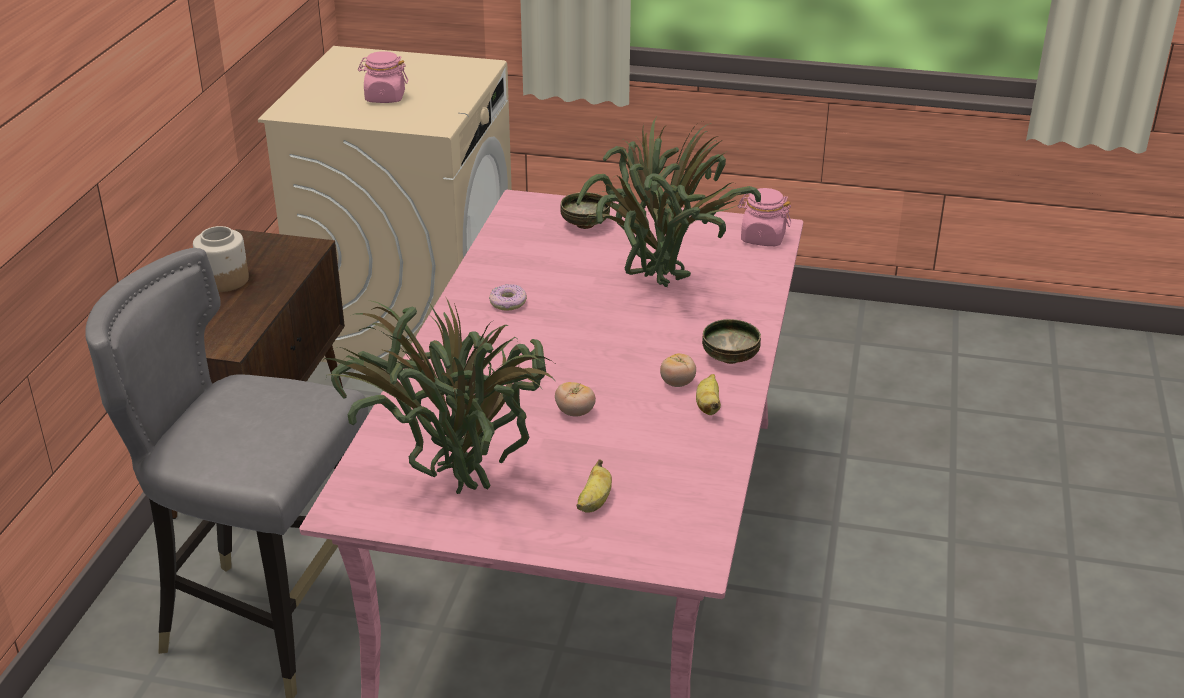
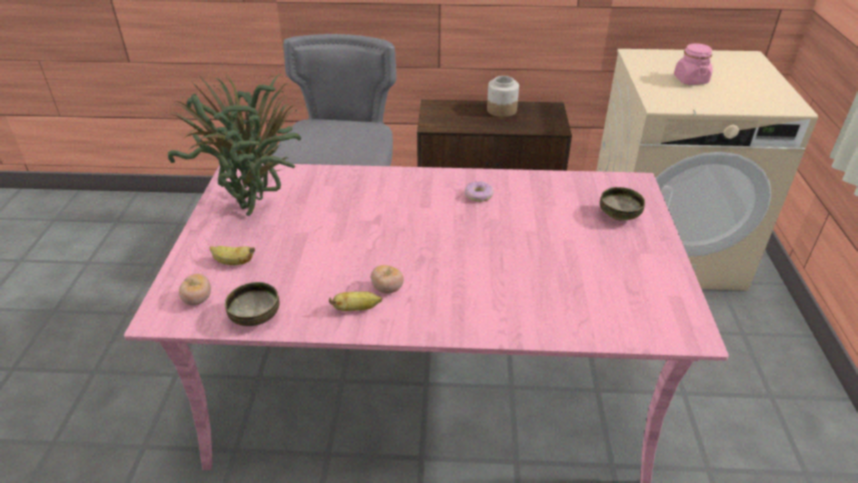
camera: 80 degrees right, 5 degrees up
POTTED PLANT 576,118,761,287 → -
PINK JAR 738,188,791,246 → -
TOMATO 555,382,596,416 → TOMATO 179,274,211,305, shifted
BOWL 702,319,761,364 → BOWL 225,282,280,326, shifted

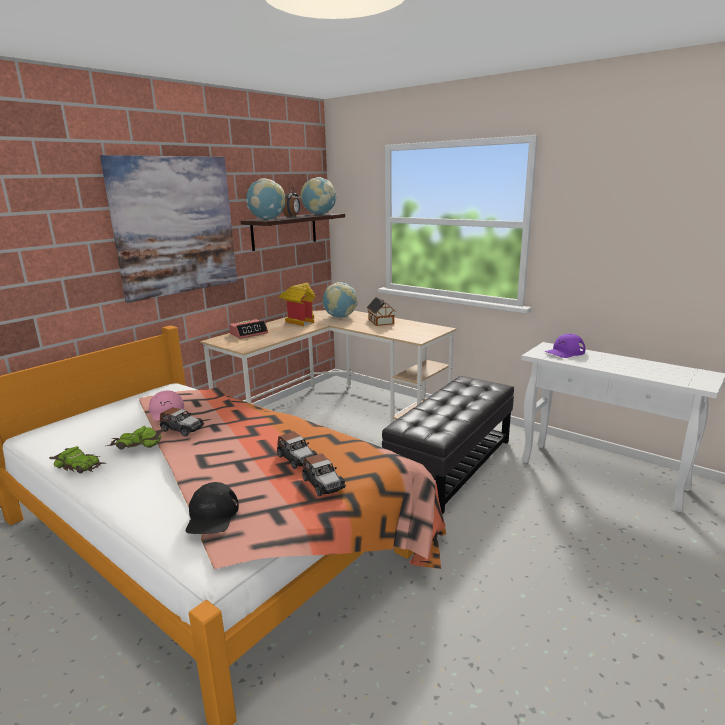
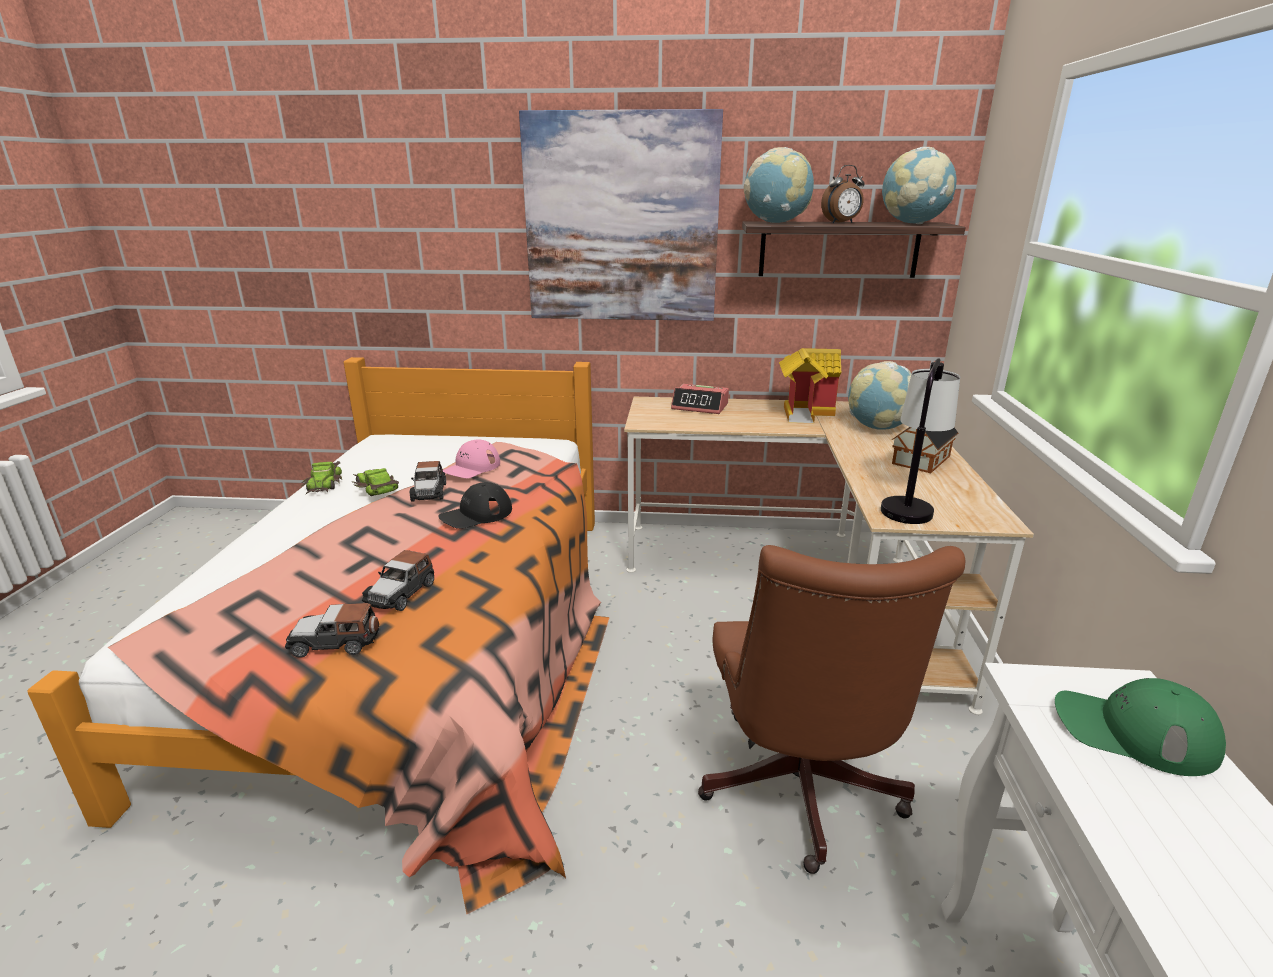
camera: 55 degrees right, 5 degrees up
- → TABLE LAMP 881,358,960,524
BLACK CAP 186,482,239,534 → BLACK CAP 438,482,512,529, shifted
BLACK OTTOMAN 382,376,514,514 → BROWN OFFICE CHAIR 698,545,965,874
PURPLE CAP 544,334,585,358 → GREEN CAP 1055,678,1226,776
TOY CAR 302,453,346,496 → TOY CAR 285,603,380,658, 60 degrees clockwise

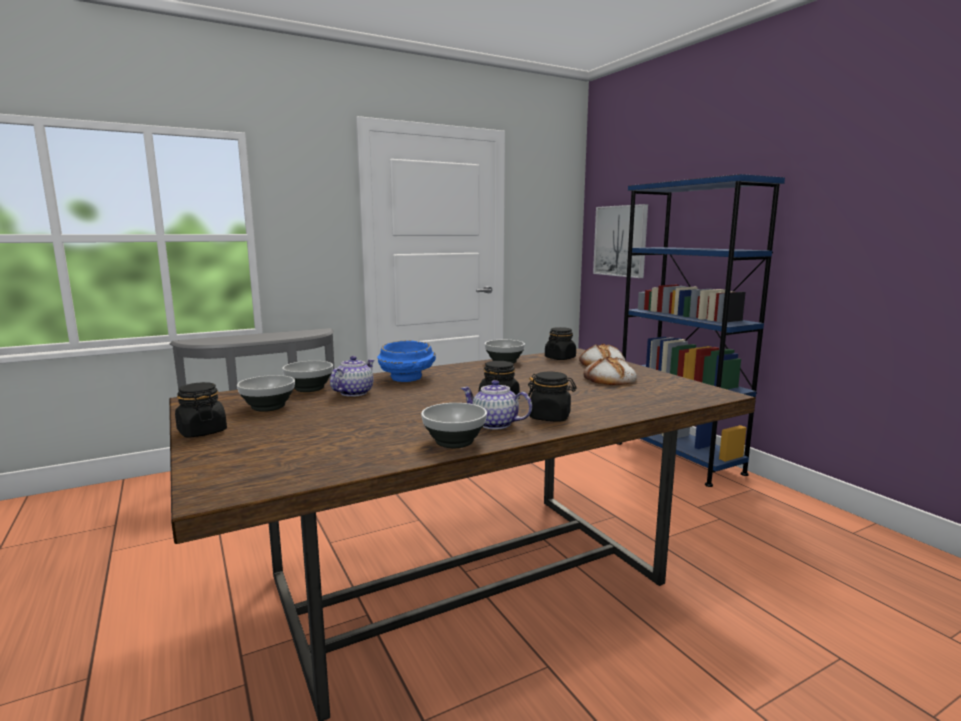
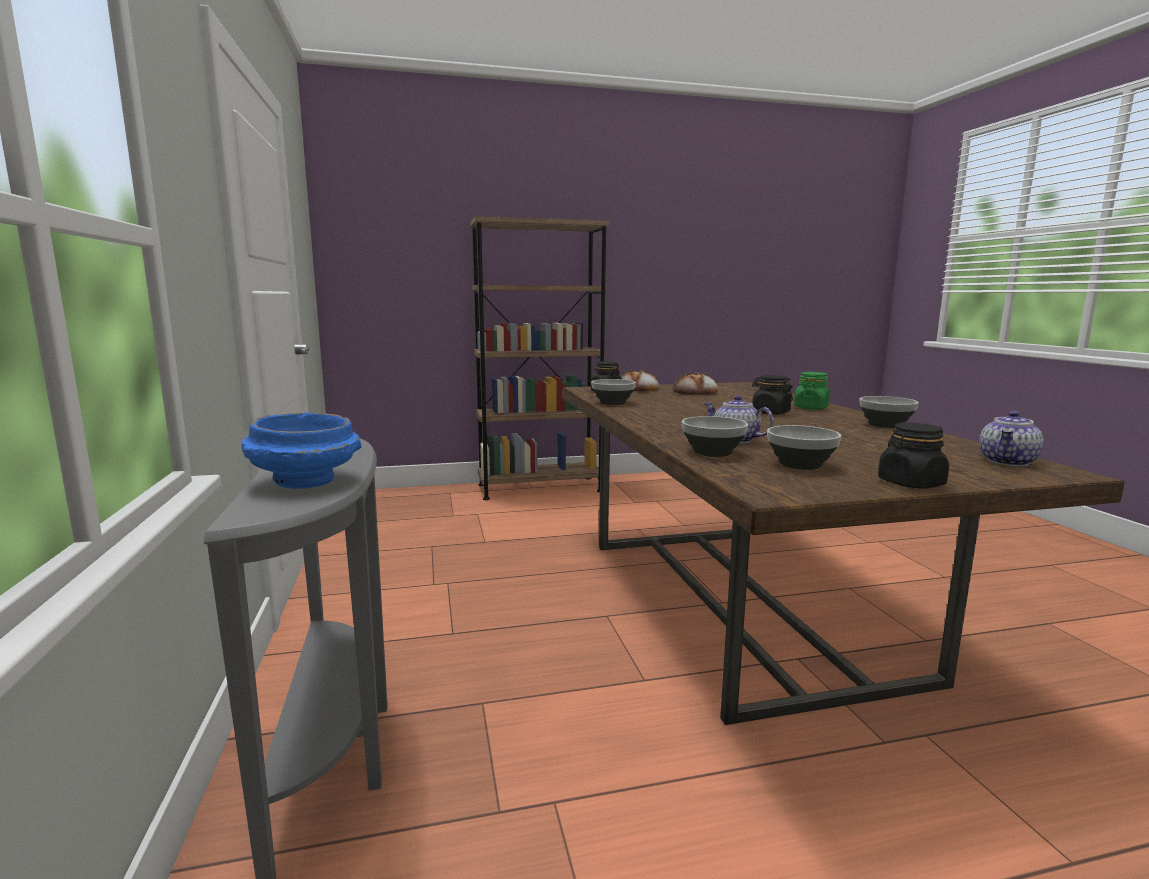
camera: 75 degrees left, 0 degrees up
PICTURE 593,204,648,278 → -
BLUE BOWL 377,340,436,382 → BLUE BOWL 242,413,362,489, shifted
TEAPOT 461,380,532,429 → TEAPOT 979,411,1044,466, shifted
BLACK JAR 526,372,577,421 → GREEN JAR 794,372,830,410
BLUE BOOKCASE 618,174,785,487 → BROWN BOOKCASE 470,216,609,500

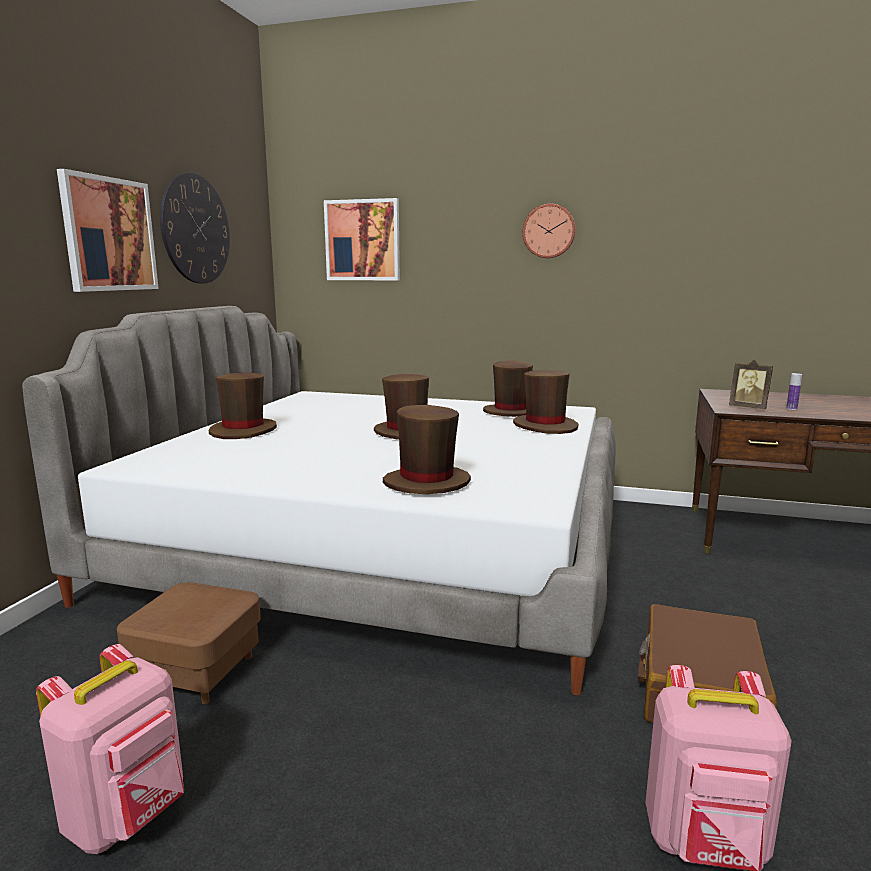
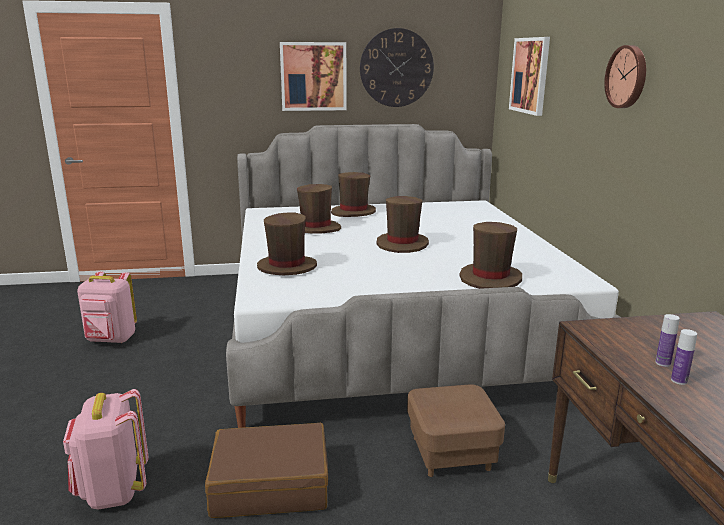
camera: 65 degrees right, 5 degrees up
PICTURE FRAME 729,360,773,409 → -
- → BOTTLE 671,329,697,385
BROWN OTTOMAN 117,582,261,704 → BROWN OTTOMAN 407,384,505,477, shifted
BROWN HAT 483,360,533,417 → BROWN HAT 297,184,341,234, shifted

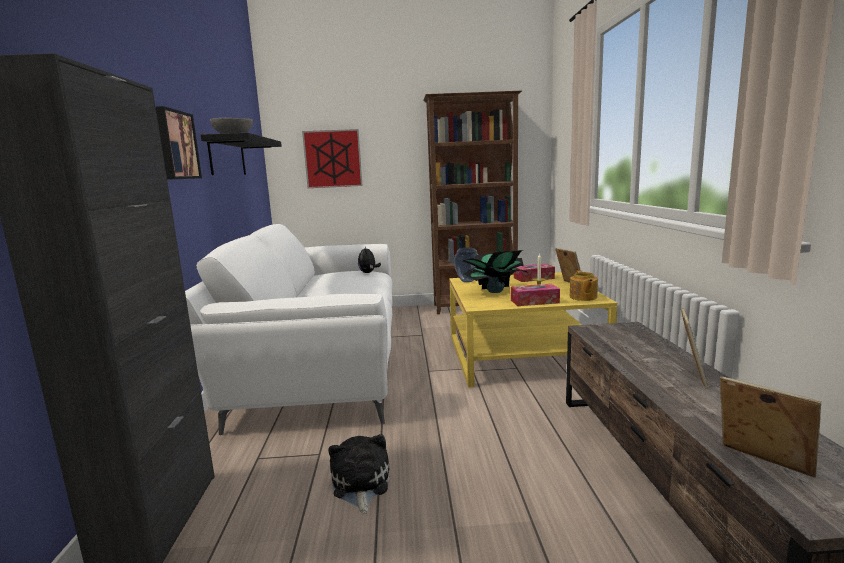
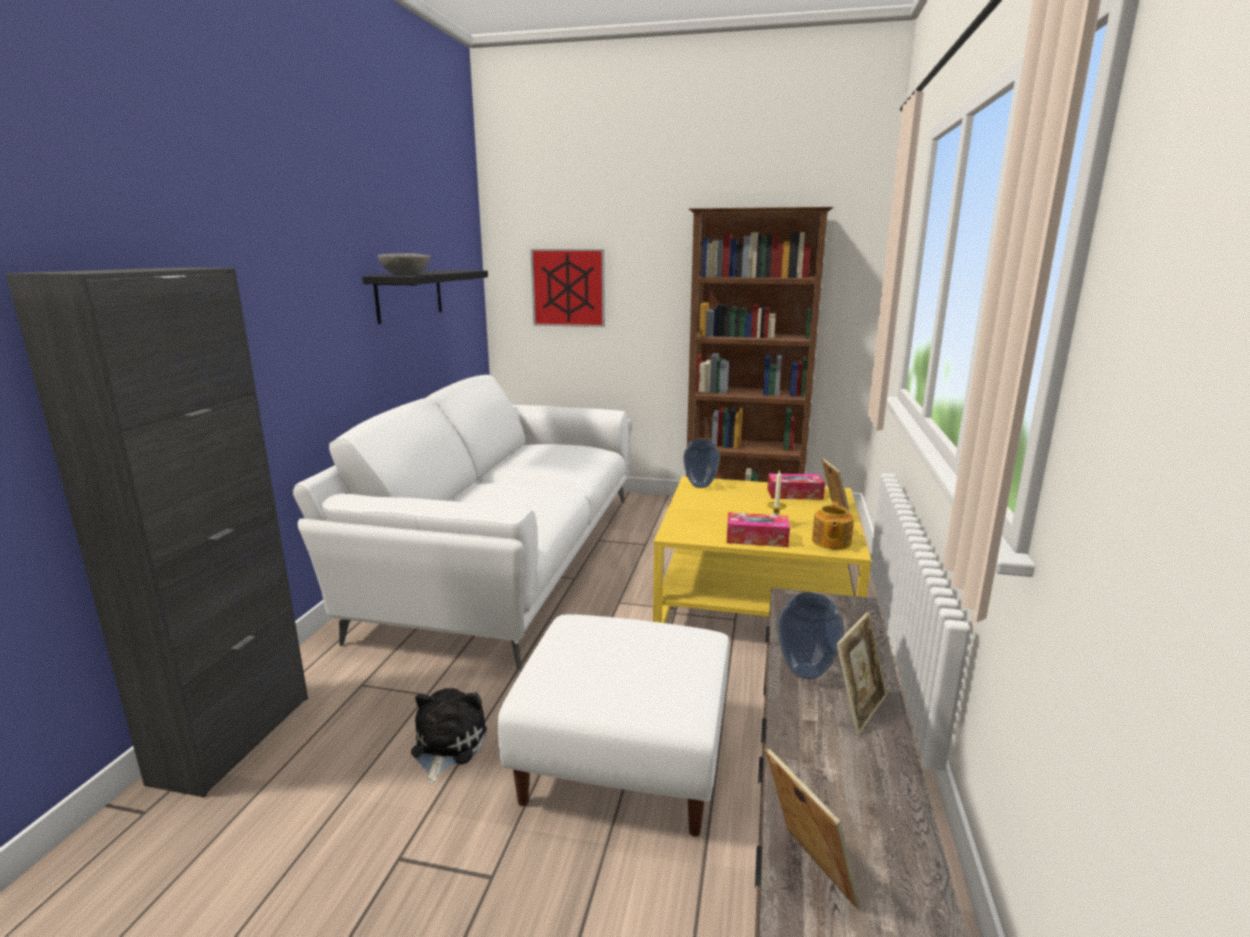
camera: 15 degrees right, 5 degrees up
PICTURE 155,106,202,180 → -
PLUSH TOY 358,246,381,273 → -
POTTED PLANT 463,250,528,293 → -
- → WHITE OTTOMAN 498,614,729,837
- → VASE 777,593,844,679

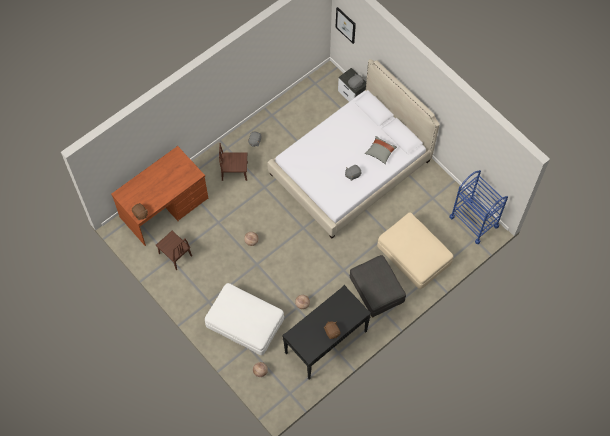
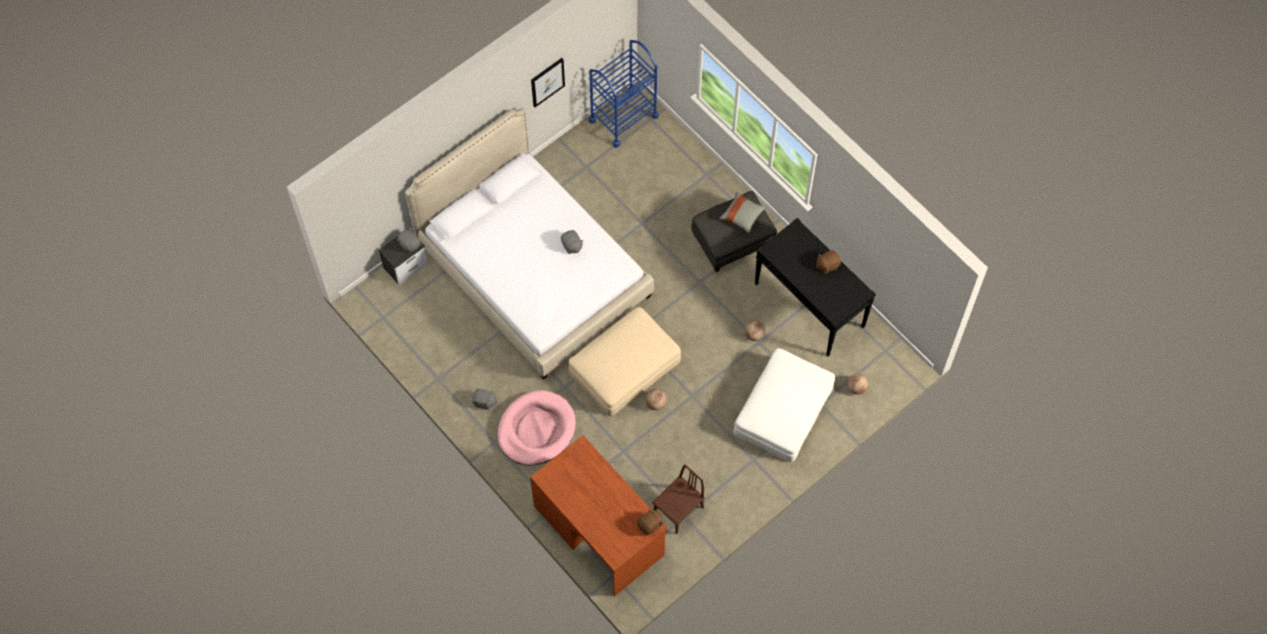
camera: 90 degrees left, 0 degrees up
PICTURE 336,7,356,44 → PICTURE 531,58,565,107, shifted
GREY PILLOW 365,136,397,164 → GREY PILLOW 719,192,766,234, shifted
BEIGE OTTOMAN 377,213,453,289 → BEIGE OTTOMAN 569,307,681,416, shifted
BROWN CHAIR 219,143,248,181 → PINK DOG BED 498,390,576,466

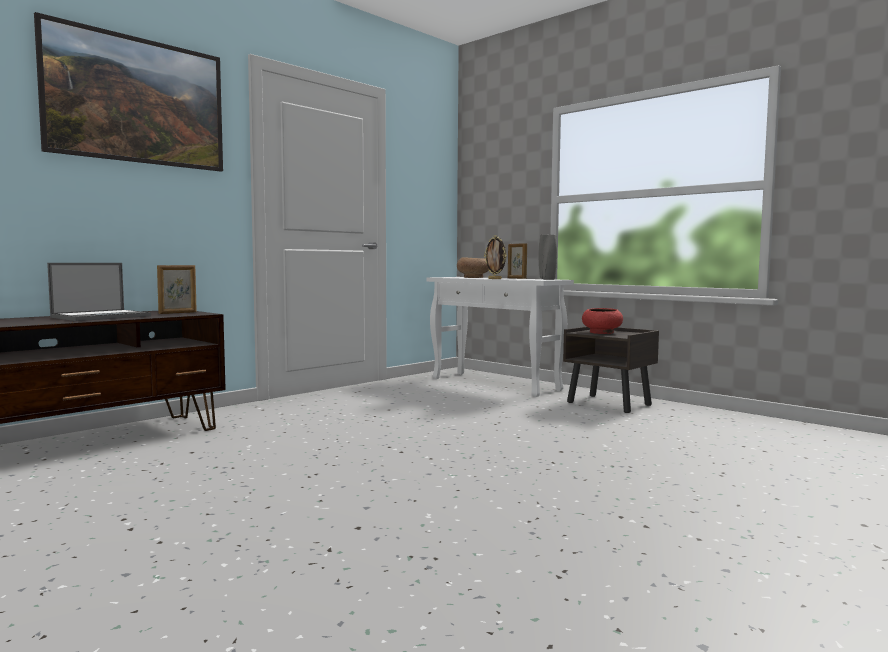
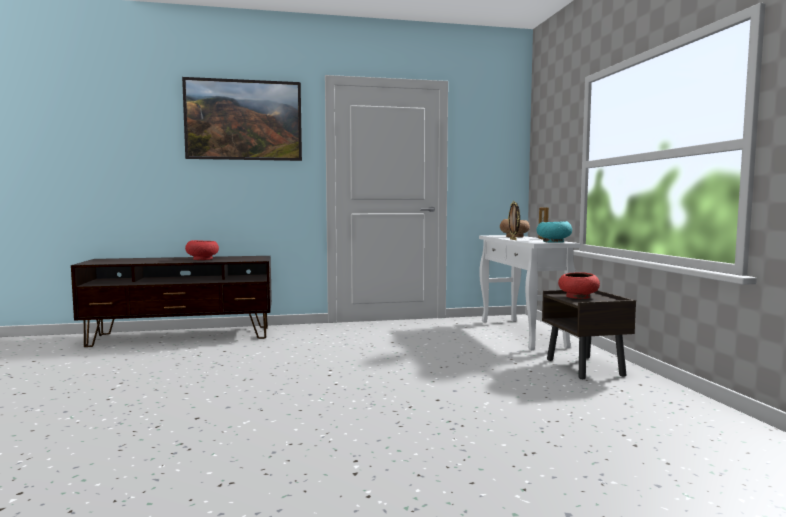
camera: 35 degrees right, 0 degrees up
PICTURE FRAME 157,265,197,314 → -
LAPTOP 47,263,151,321 → RED BOWL 185,240,219,260
GREY VASE 539,235,557,280 → TURQUOISE BOWL 537,221,572,243

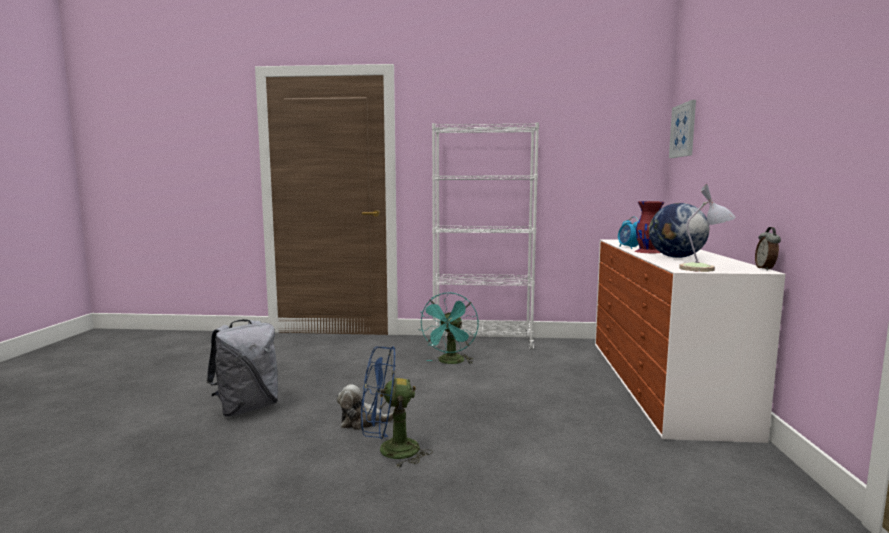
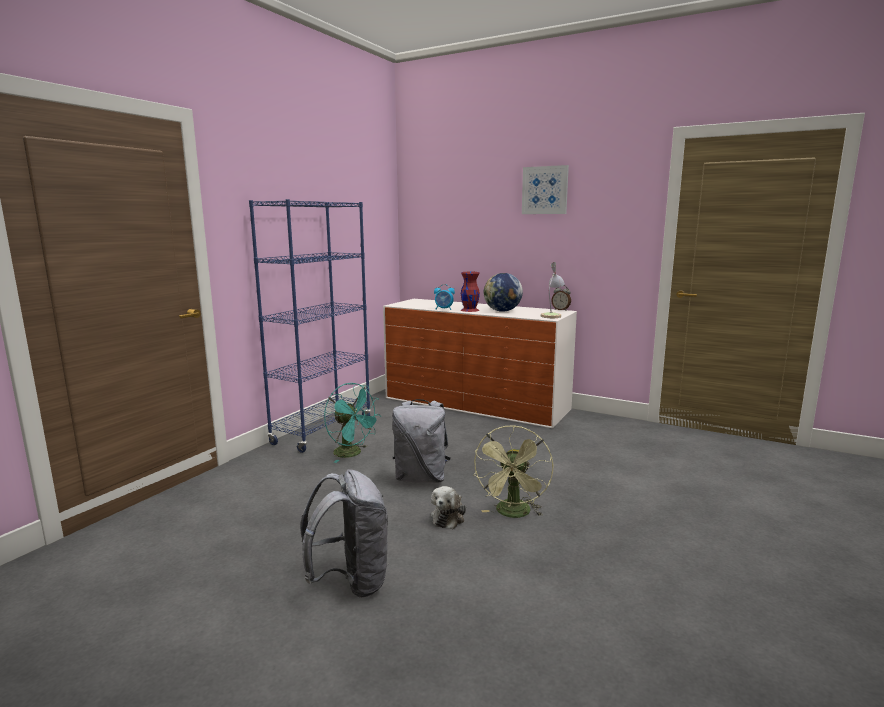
camera: 65 degrees left, 5 degrees up
- → GREY BACKPACK 392,399,451,483
PICTURE 669,100,696,158 → PICTURE 522,165,569,214, shifted
BLUE FAN 361,346,433,468 → GREEN FAN 473,425,553,518
WHITE BOOKCASE 432,122,539,350 → BLUE BOOKCASE 249,199,371,453

